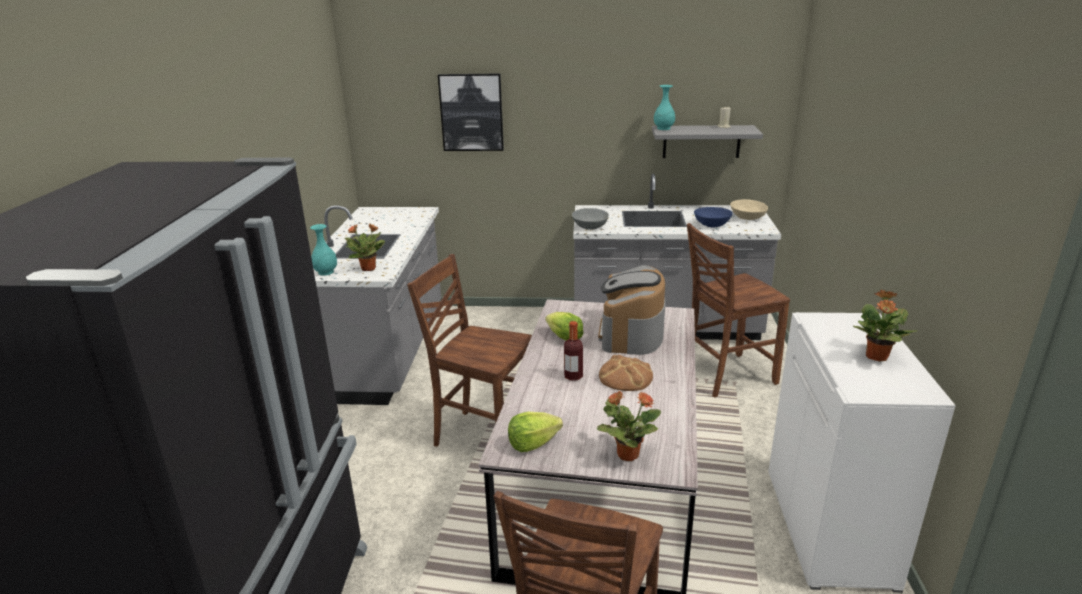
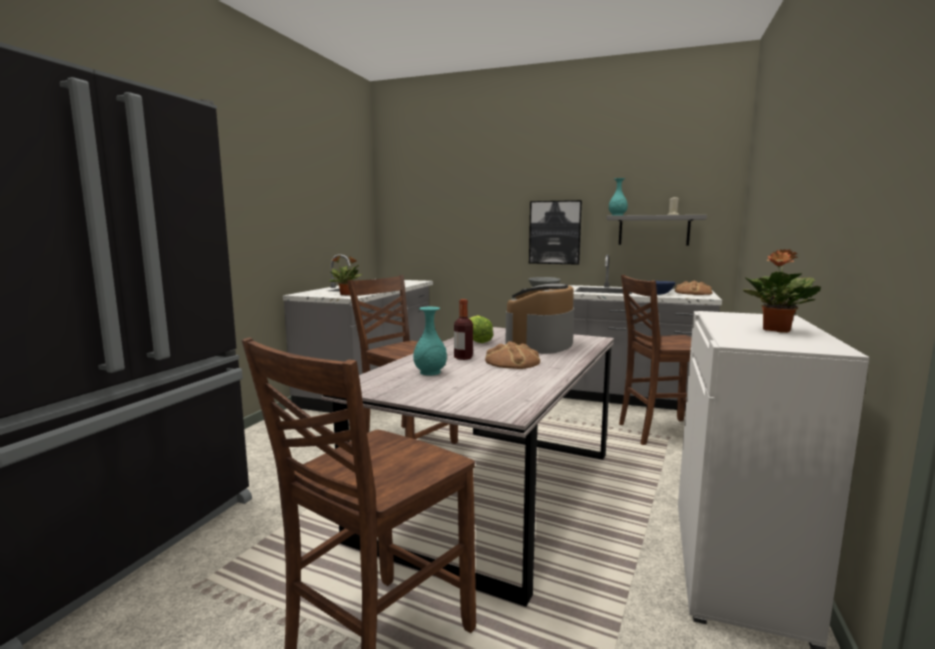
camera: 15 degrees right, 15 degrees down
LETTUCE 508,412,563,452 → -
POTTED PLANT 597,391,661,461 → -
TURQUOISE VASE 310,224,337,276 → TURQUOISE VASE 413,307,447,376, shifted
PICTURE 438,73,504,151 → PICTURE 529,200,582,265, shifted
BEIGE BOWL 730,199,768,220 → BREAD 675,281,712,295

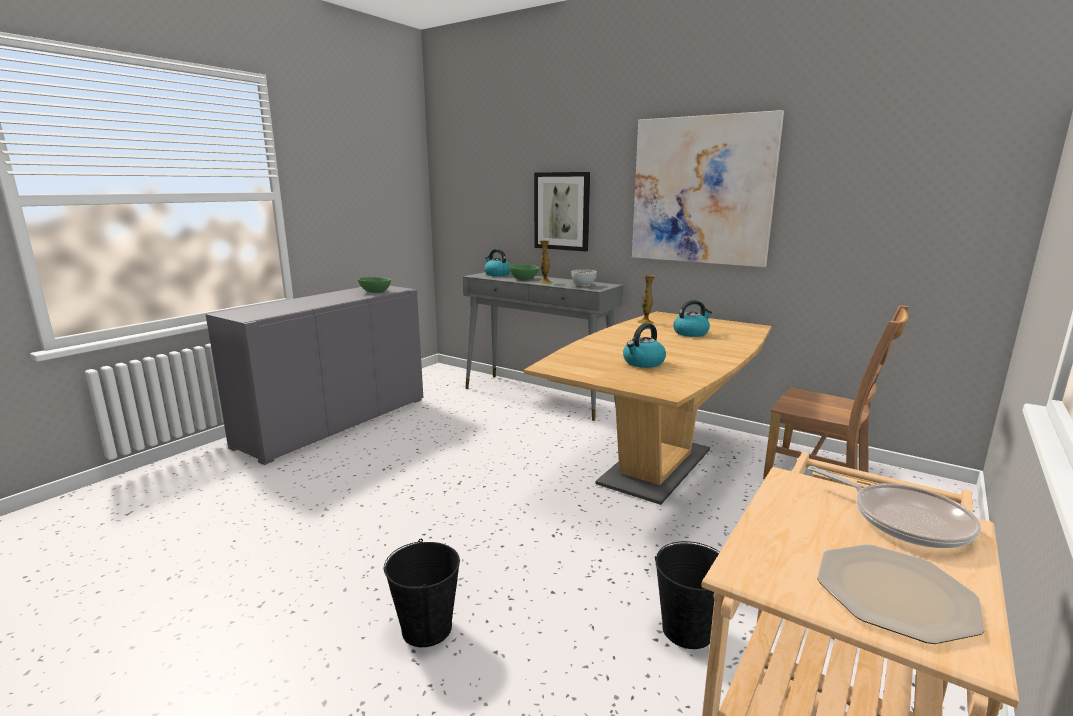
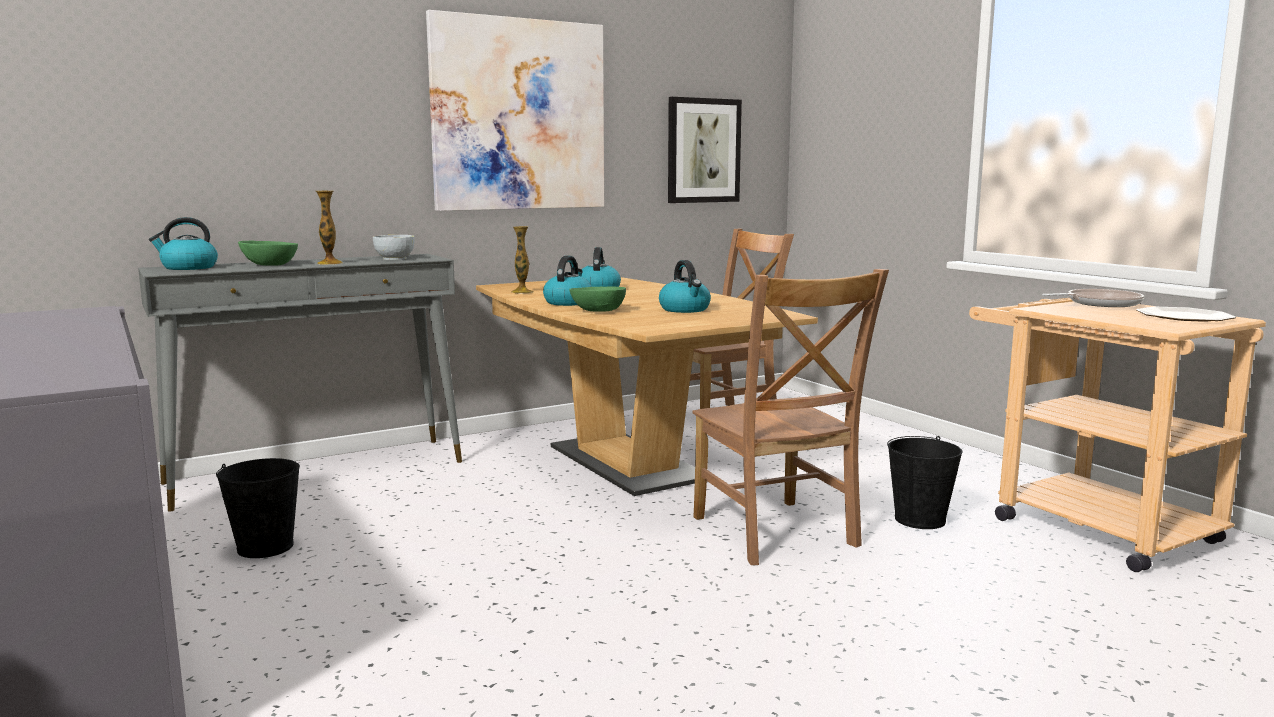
camera: 65 degrees left, 5 degrees down
- → KETTLE 543,256,592,306
- → BROWN CHAIR 692,269,889,565
GREEN BOWL 358,277,391,293 → GREEN BOWL 569,287,626,312, shifted
BLACK BUCKET 384,539,460,647 → BLACK BUCKET 216,458,300,558, shifted
PICTURE 534,172,590,252 → PICTURE 668,97,742,203, shifted

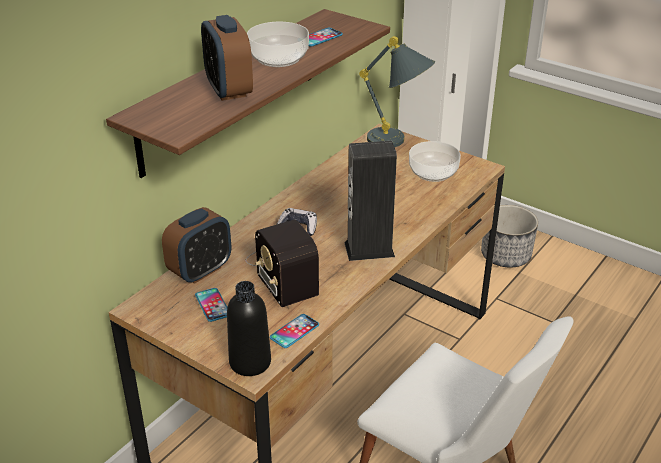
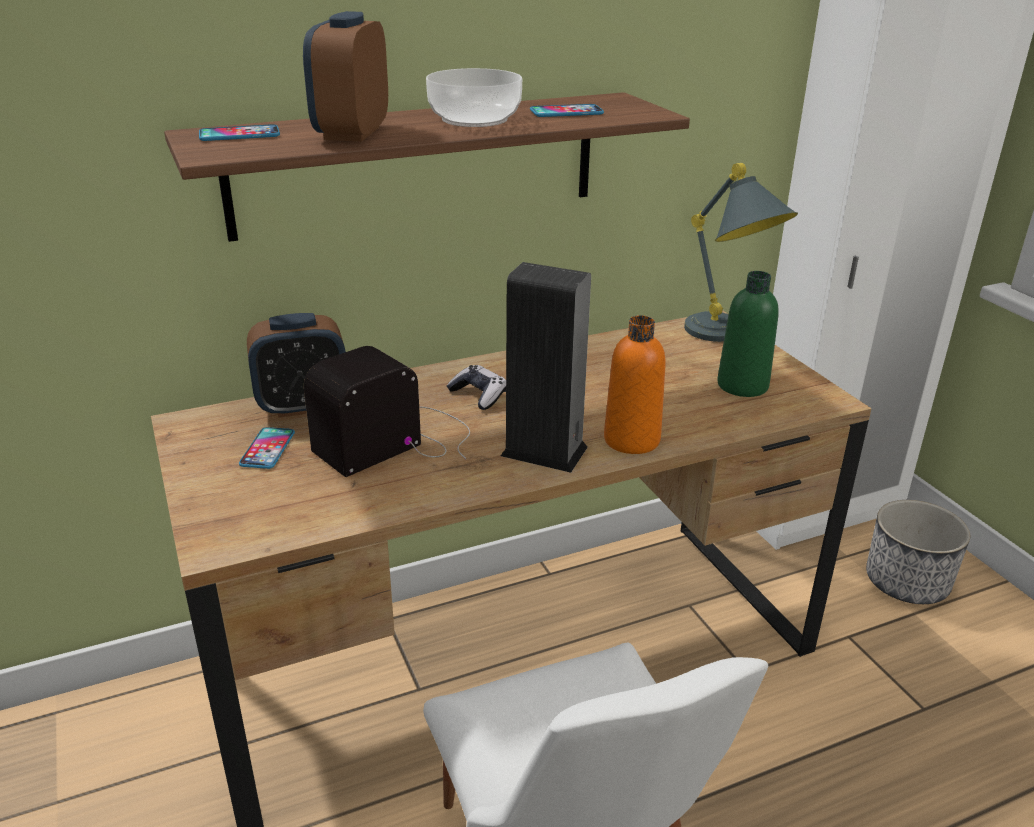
camera: 30 degrees right, 5 degrees down
BLACK BOTTLE 227,281,271,376 → -
- → ORANGE BOTTLE 604,315,666,454
PHONE 270,314,319,348 → PHONE 199,124,280,141, shifted
BOWL 409,141,461,182 → GREEN BOTTLE 717,271,779,397
RADIO 246,220,319,307 → RADIO 304,346,470,477, 45 degrees clockwise

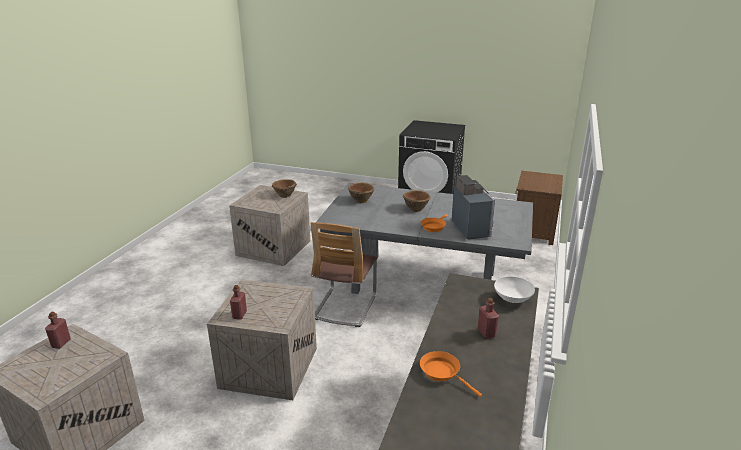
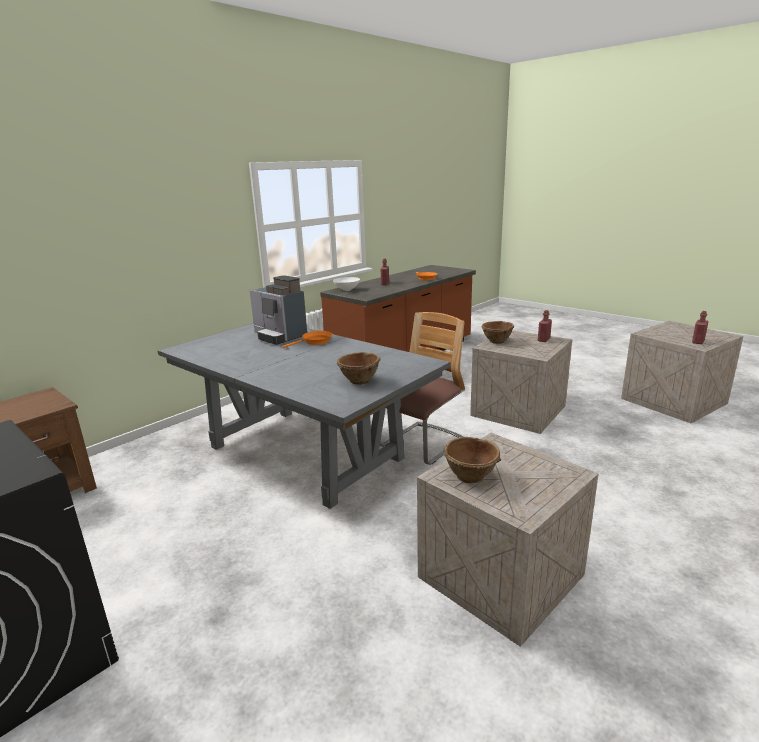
camera: 155 degrees left, 5 degrees down
BROWN BOWL 403,190,431,212 → BROWN BOWL 481,321,514,344, shifted
COFFEE MACHINE 452,175,495,239 → COFFEE MACHINE 249,275,307,345, 60 degrees counterclockwise

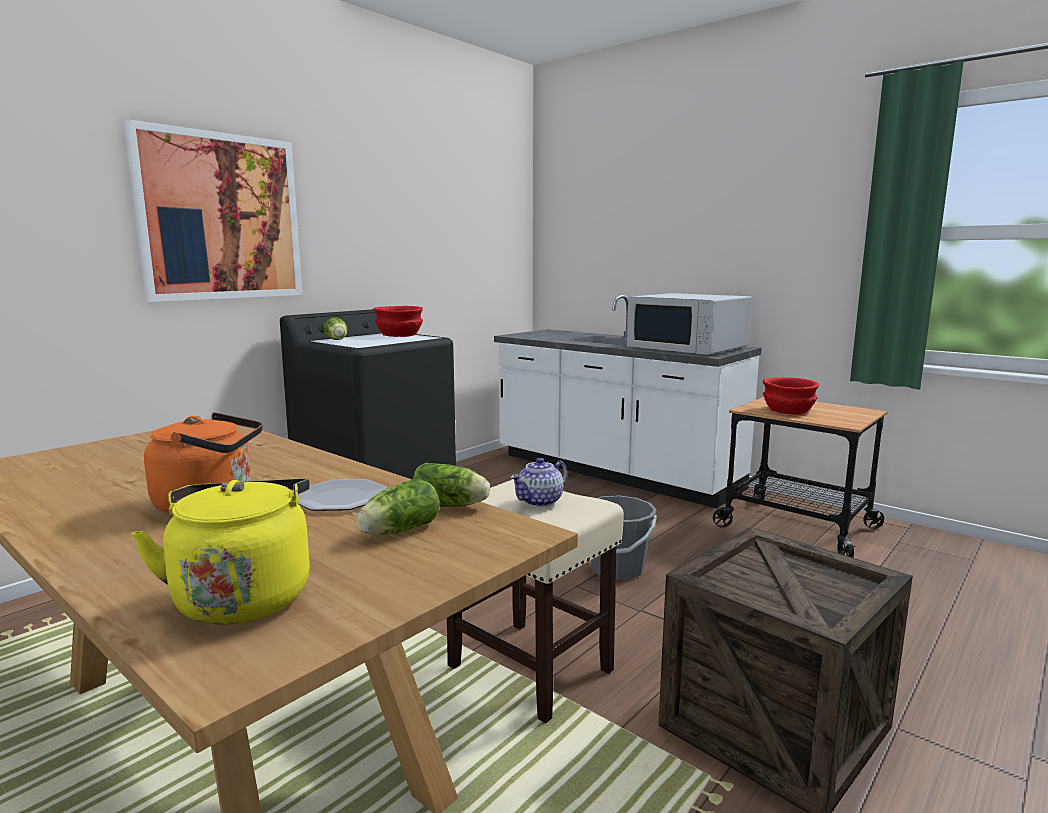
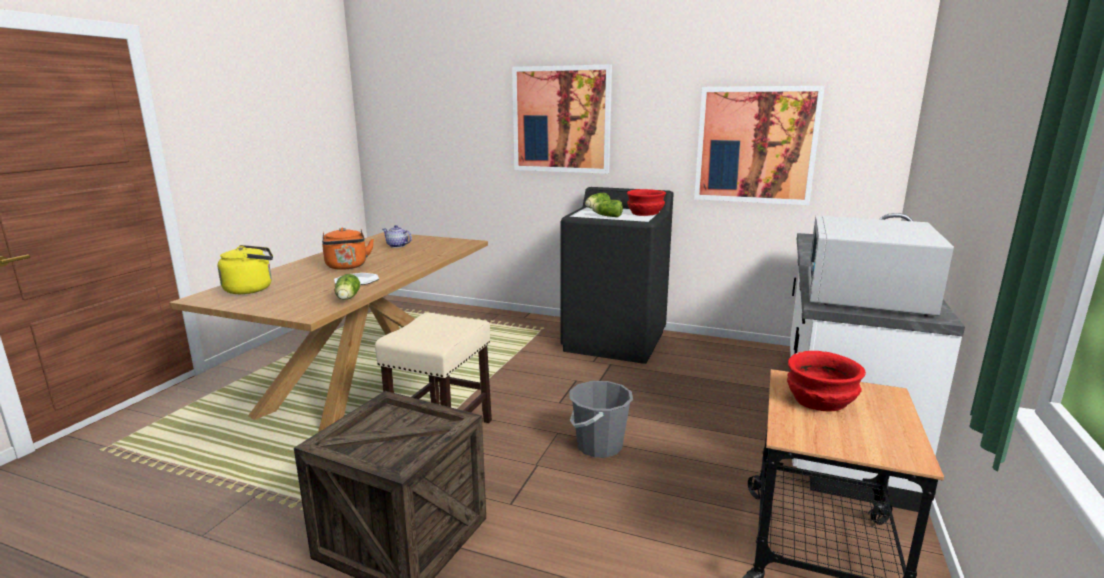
camera: 70 degrees right, 5 degrees up
- → PICTURE 694,86,825,205
LETTUCE 357,479,440,535 → LETTUCE 592,200,623,217, shifted
TEAPOT 510,458,568,507 → TEAPOT 383,225,412,248, shifted

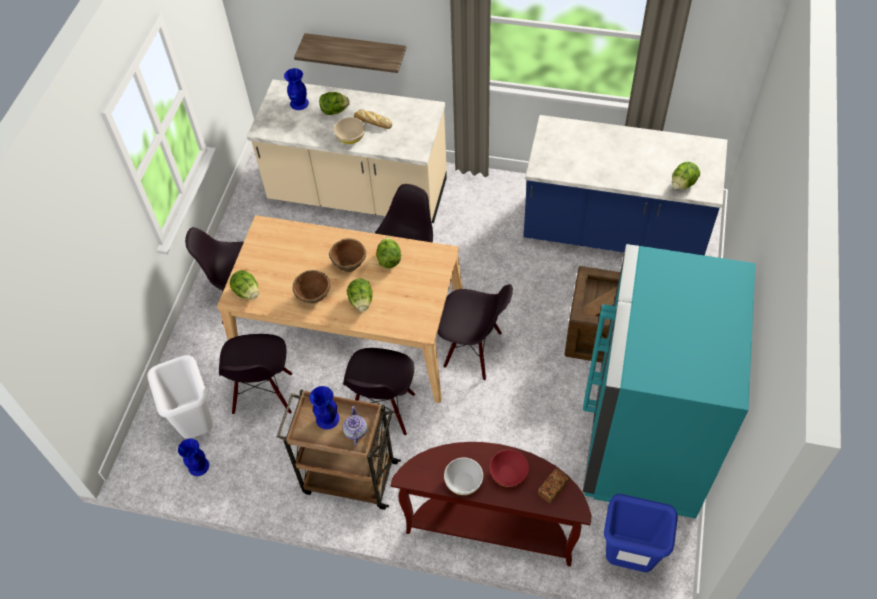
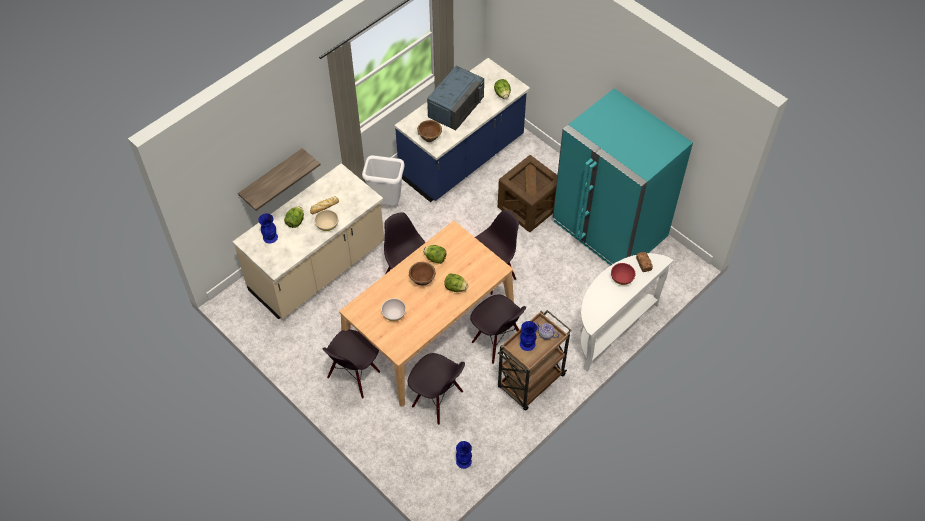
camera: 60 degrees left, 0 degrees up
LETTUCE 230,270,259,300 → -
BLUE TRASH CAN 604,494,678,572 → -
- → BLUE MICROWAVE 427,66,484,130
WHITE TRASH CAN 147,355,213,439 → WHITE TRASH CAN 362,155,404,206, shifted
BROWN BOWL 293,270,330,303 → BROWN BOWL 417,120,442,142, shifted
WHITE BOWL 444,458,483,495 → WHITE BOWL 381,298,406,321, shifted
BROWN CONSOLE TABLE 390,442,592,567 → WHITE CONSOLE TABLE 580,253,673,372

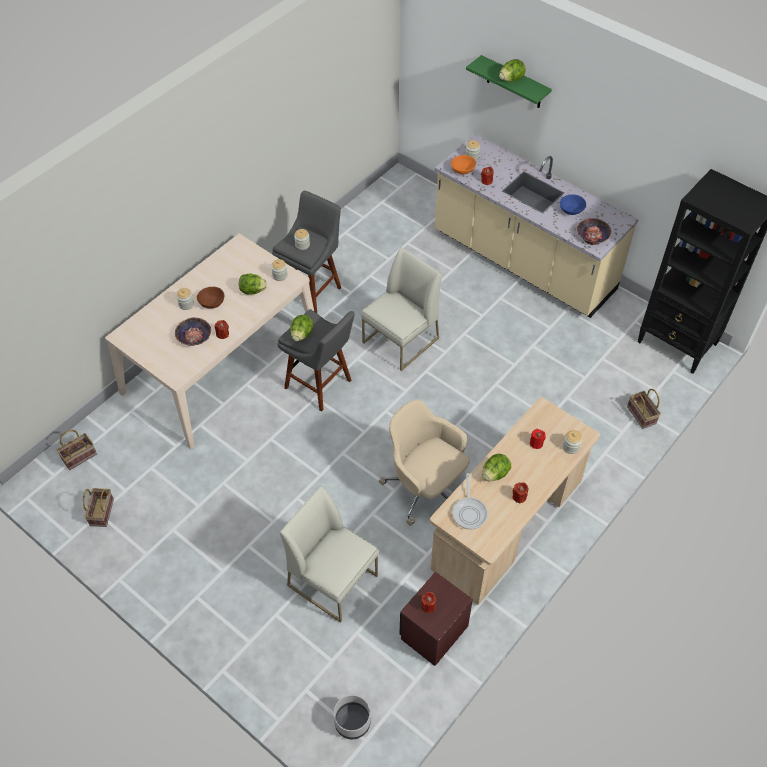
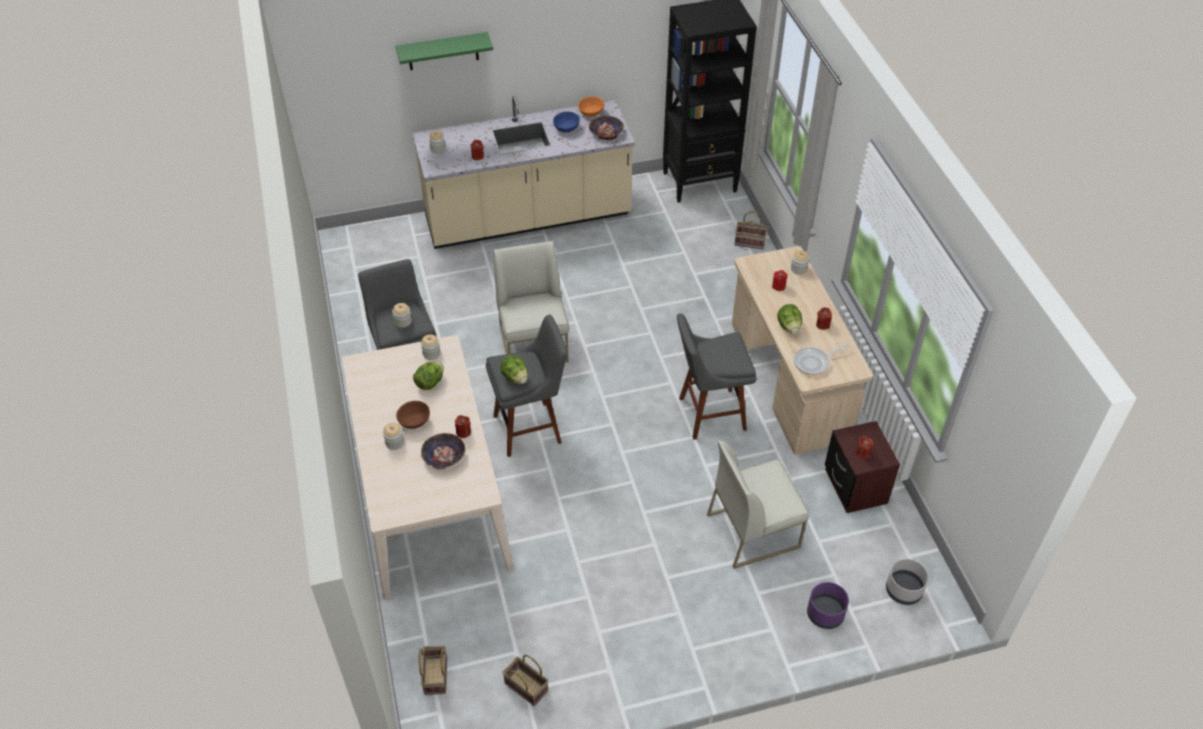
camera: 55 degrees left, 5 degrees down
LETTUCE 499,59,526,82 → -
- → PURPLE PLANTER 807,582,849,629
ORANGE BOWL 451,155,476,174 → ORANGE BOWL 578,96,605,117, shifted
BEIGE OFFICE CHAIR 379,400,470,526 → GREY STOOL 677,313,757,440
FRYING PAN 452,473,488,529 → FRYING PAN 794,343,850,375, 120 degrees clockwise

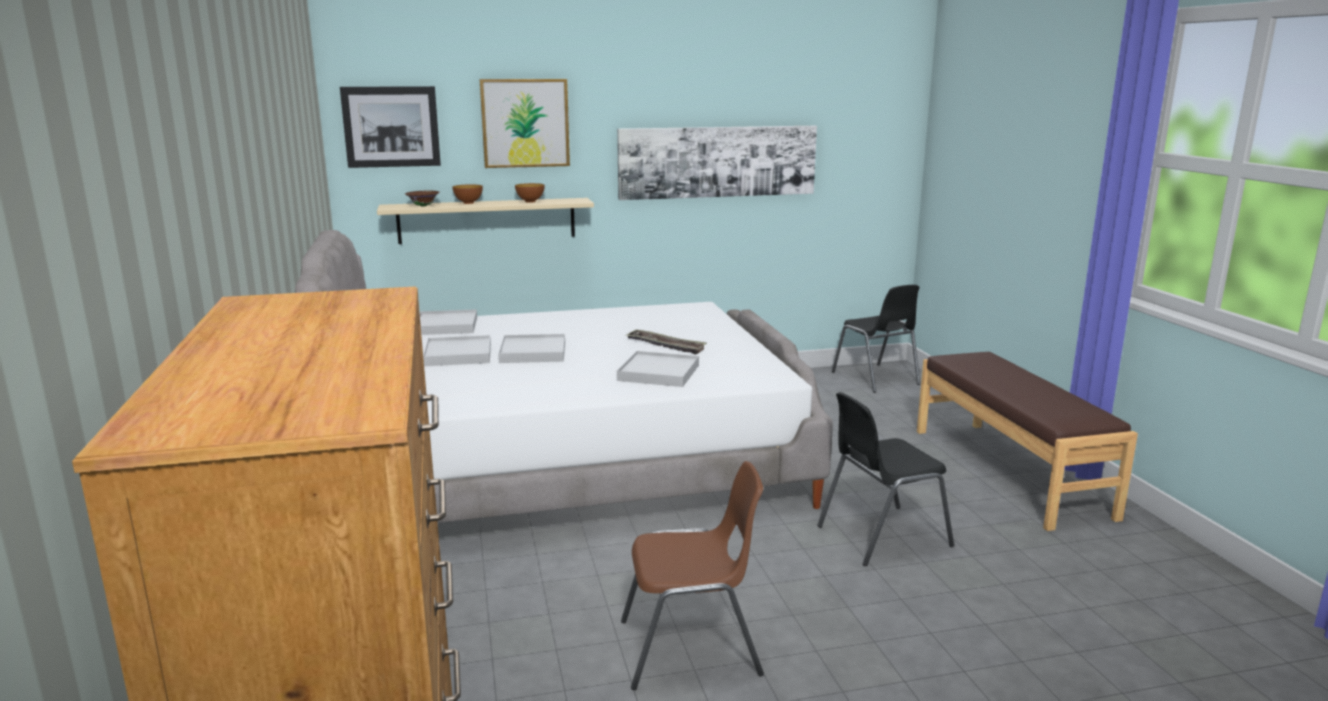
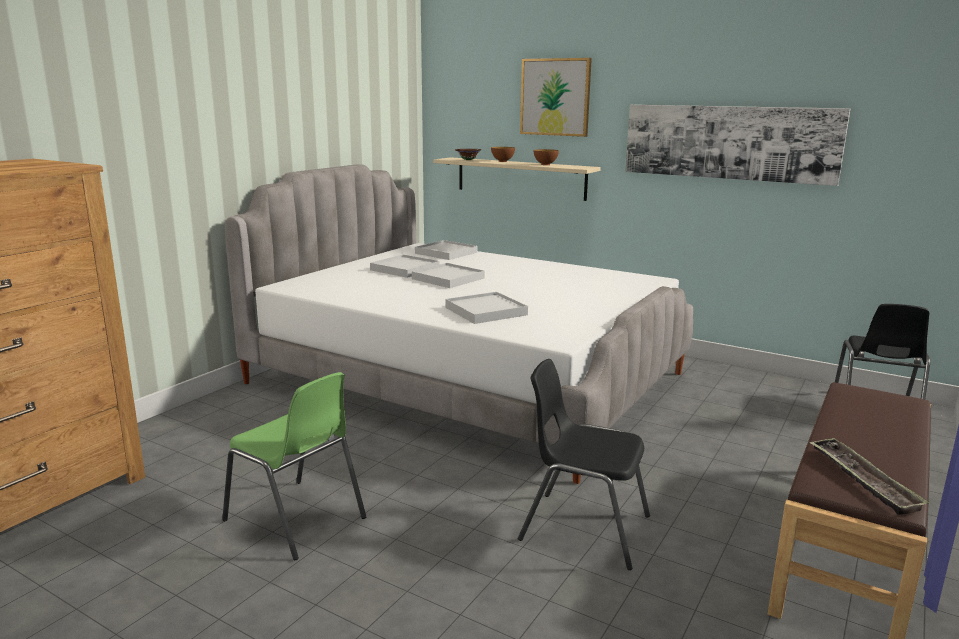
camera: 45 degrees right, 0 degrees up
PICTURE 340,86,441,168 → -
TRAY 626,330,707,355 → TRAY 809,438,930,515, shifted
BROWN CHAIR 621,461,764,690 → GREEN CHAIR 222,372,366,560

